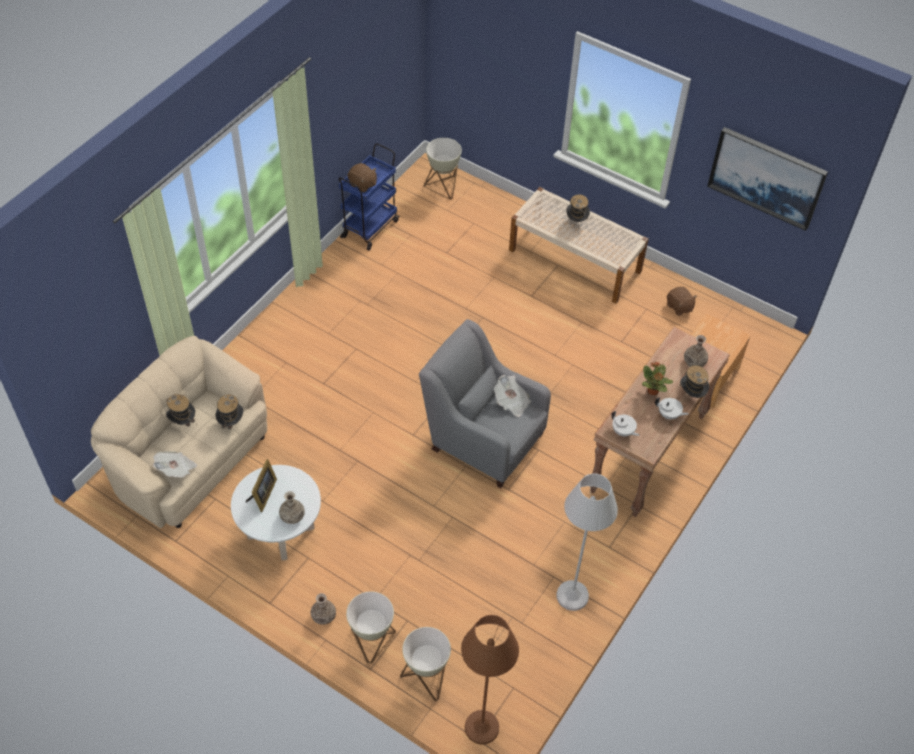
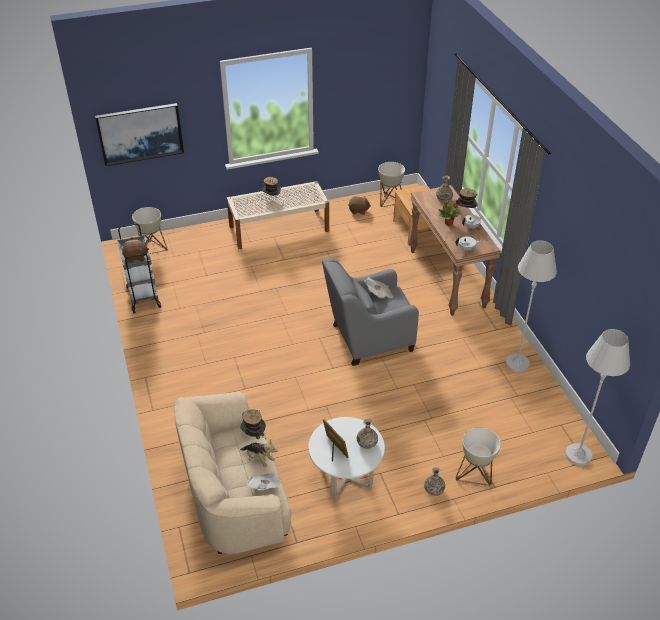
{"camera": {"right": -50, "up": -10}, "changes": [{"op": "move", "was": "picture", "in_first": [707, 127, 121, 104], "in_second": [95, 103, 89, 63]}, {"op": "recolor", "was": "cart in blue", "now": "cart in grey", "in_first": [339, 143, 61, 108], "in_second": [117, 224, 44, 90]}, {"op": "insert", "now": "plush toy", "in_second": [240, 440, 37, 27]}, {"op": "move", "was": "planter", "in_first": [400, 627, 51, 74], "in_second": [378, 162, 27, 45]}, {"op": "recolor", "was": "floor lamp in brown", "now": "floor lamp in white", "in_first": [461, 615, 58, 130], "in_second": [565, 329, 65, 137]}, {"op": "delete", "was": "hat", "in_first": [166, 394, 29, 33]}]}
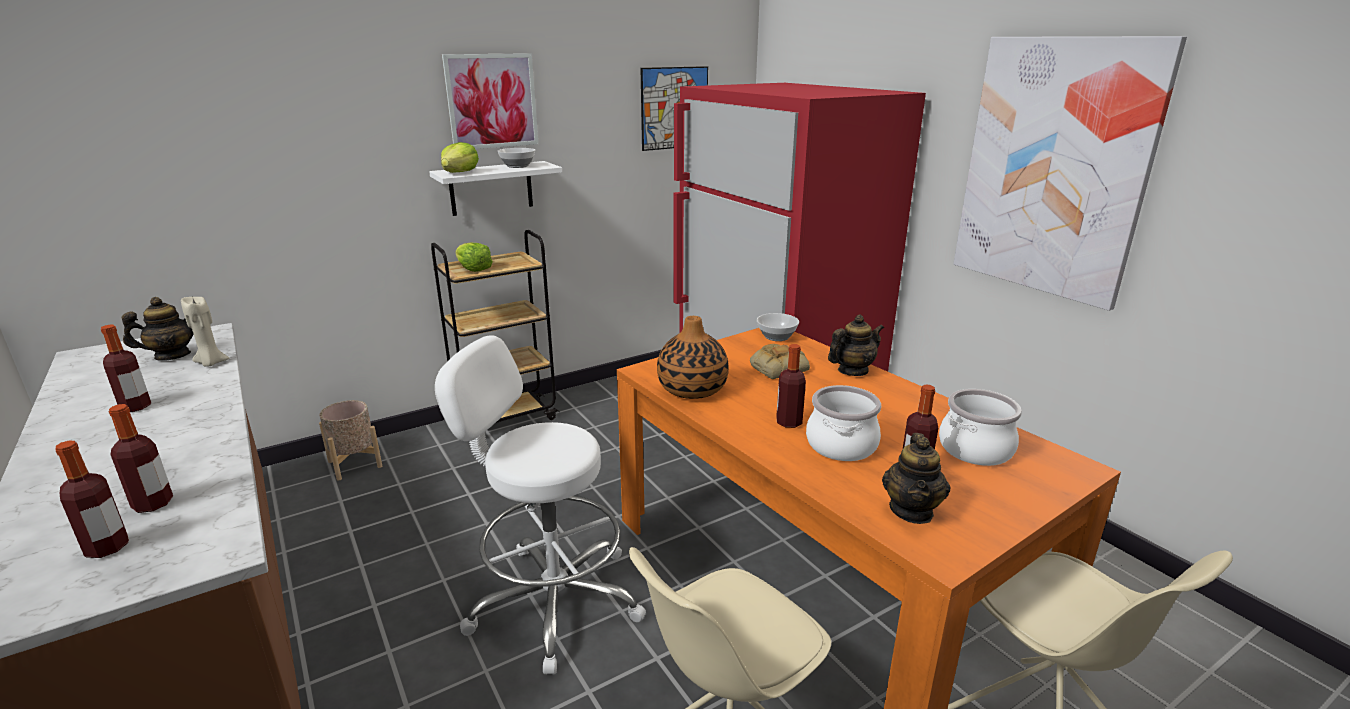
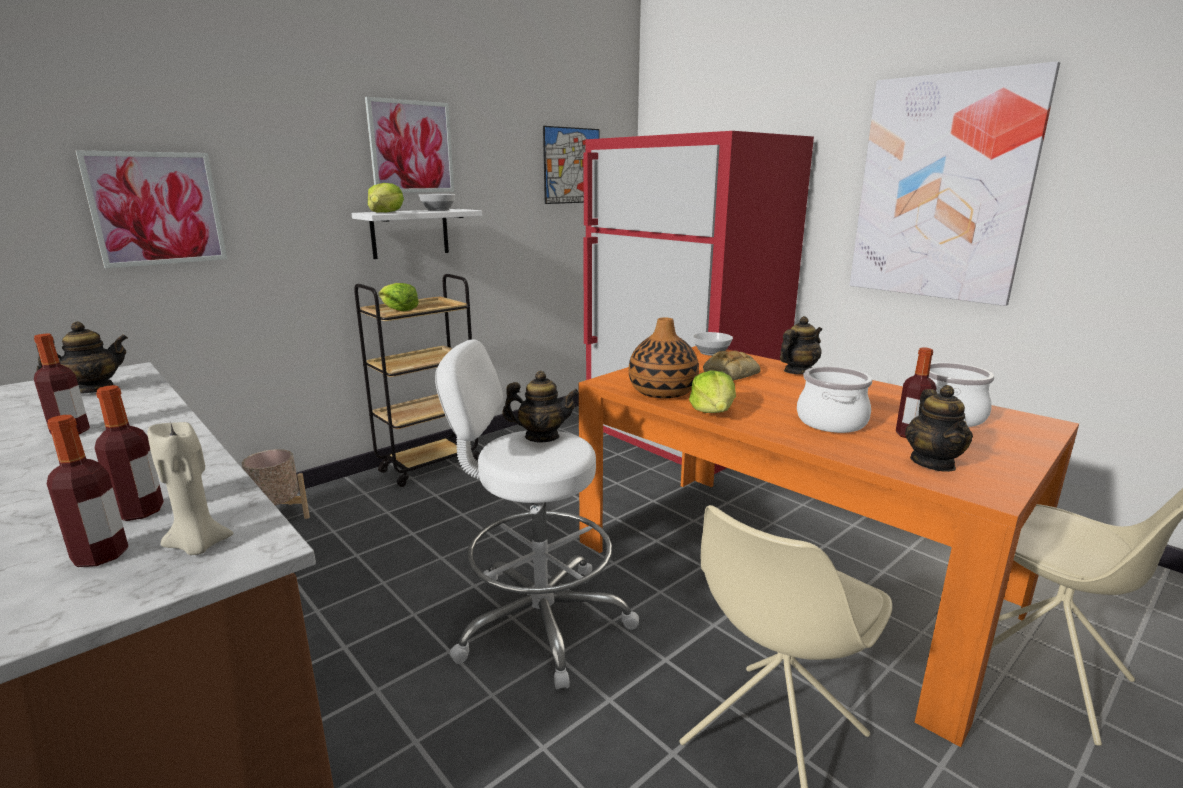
{"camera": {"right": -10, "up": -5}, "changes": [{"op": "insert", "now": "picture", "in_second": [76, 150, 151, 118]}, {"op": "move", "was": "candle in beige", "in_first": [181, 296, 49, 71], "in_second": [148, 422, 86, 133]}, {"op": "insert", "now": "teapot", "in_second": [502, 371, 77, 71]}, {"op": "insert", "now": "lettuce", "in_second": [689, 370, 47, 43]}, {"op": "delete", "was": "bottle", "in_first": [776, 344, 30, 84]}]}
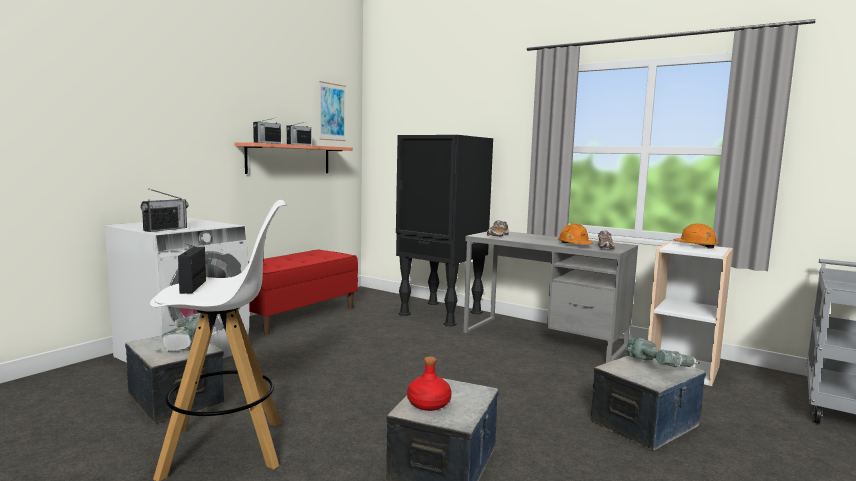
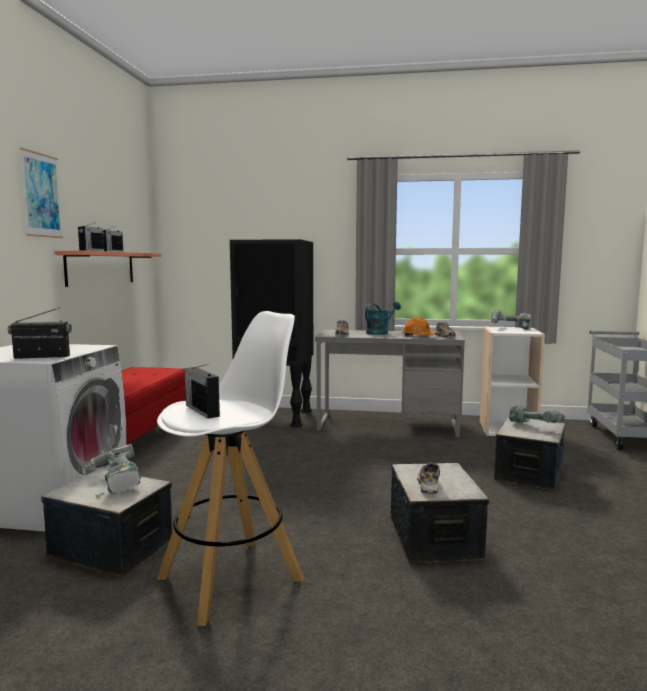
{"camera": {"right": -25, "up": 0}, "changes": [{"op": "rotate", "was": "radio", "in_first": [140, 188, 48, 44], "in_second": [8, 307, 64, 52], "clockwise": -105}, {"op": "move", "was": "picture", "in_first": [319, 81, 27, 60], "in_second": [20, 148, 43, 90]}, {"op": "insert", "now": "watering can in turquoise", "in_second": [365, 301, 36, 34]}, {"op": "replace", "was": "bottle in red", "now": "shoe", "in_first": [407, 356, 45, 55], "in_second": [417, 462, 23, 33]}, {"op": "replace", "was": "hard hat in orange", "now": "power drill", "in_first": [674, 223, 45, 26], "in_second": [491, 310, 40, 20]}]}
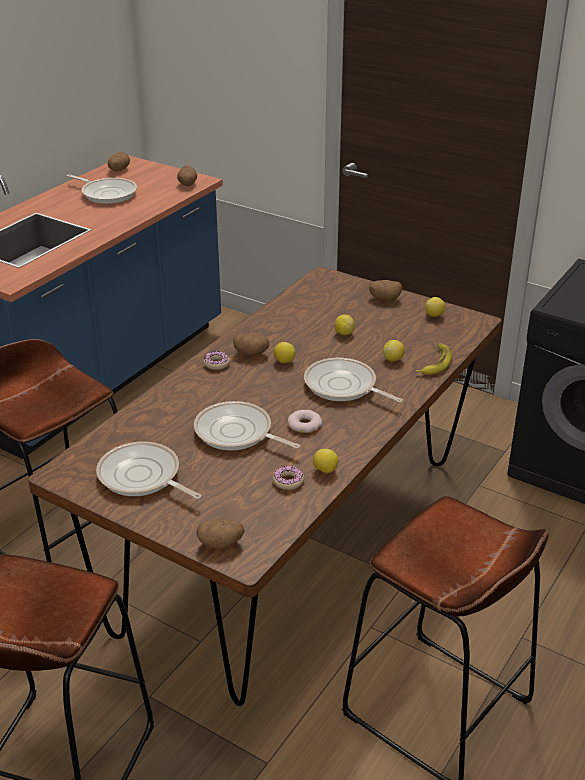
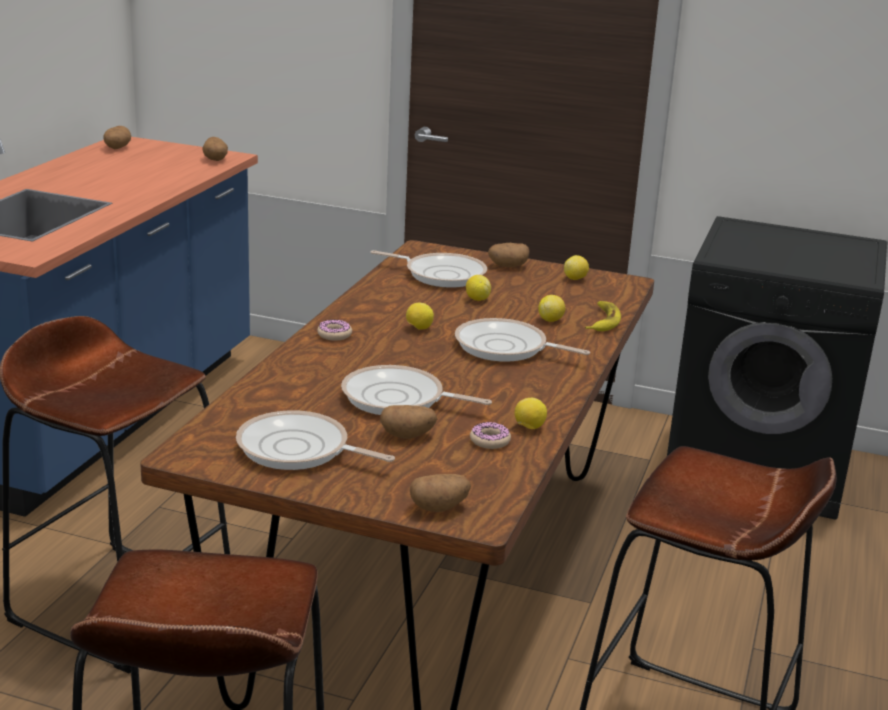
{"camera": {"right": -15, "up": -10}, "changes": [{"op": "move", "was": "frying pan", "in_first": [67, 174, 70, 30], "in_second": [371, 250, 116, 38]}, {"op": "move", "was": "potato", "in_first": [233, 334, 36, 22], "in_second": [380, 405, 57, 34]}, {"op": "delete", "was": "donut", "in_first": [287, 410, 35, 23]}]}
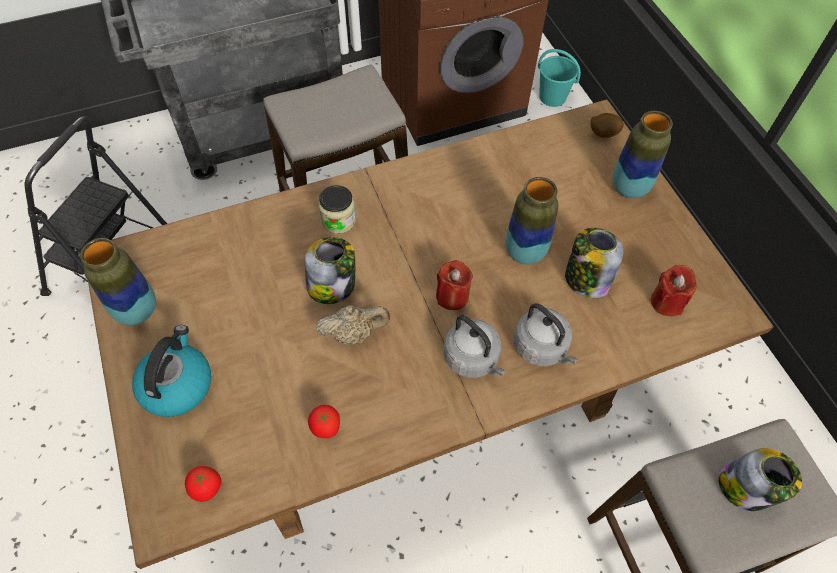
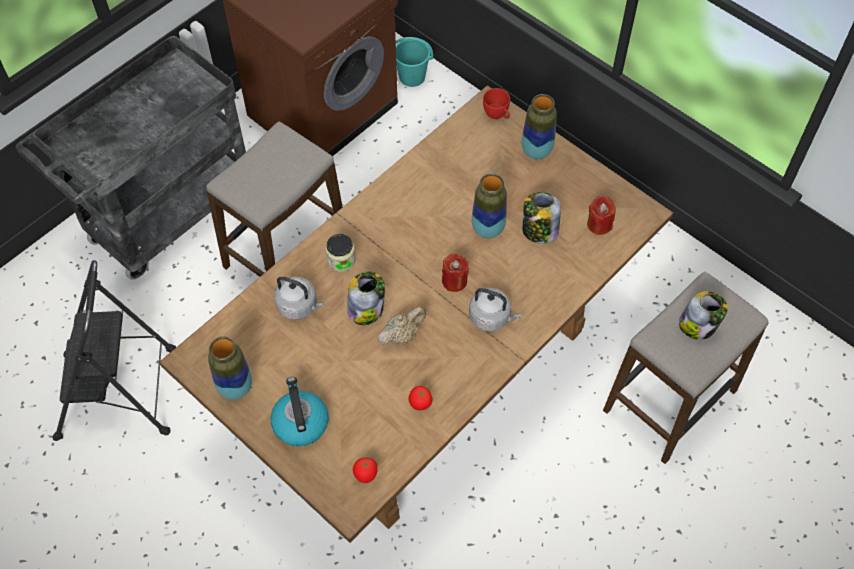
{"camera": {"right": -25, "up": 0}, "changes": [{"op": "move", "was": "kettle in grey", "in_first": [514, 303, 64, 63], "in_second": [274, 276, 49, 44]}, {"op": "replace", "was": "potato", "now": "cup in red", "in_first": [590, 113, 34, 25], "in_second": [483, 88, 27, 31]}]}
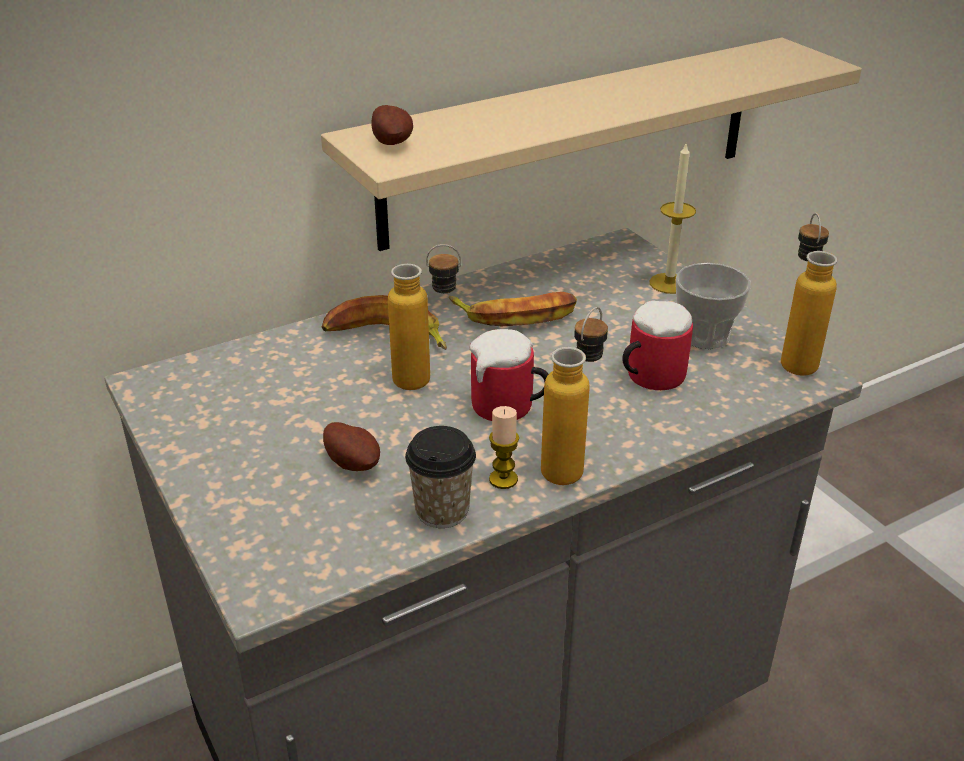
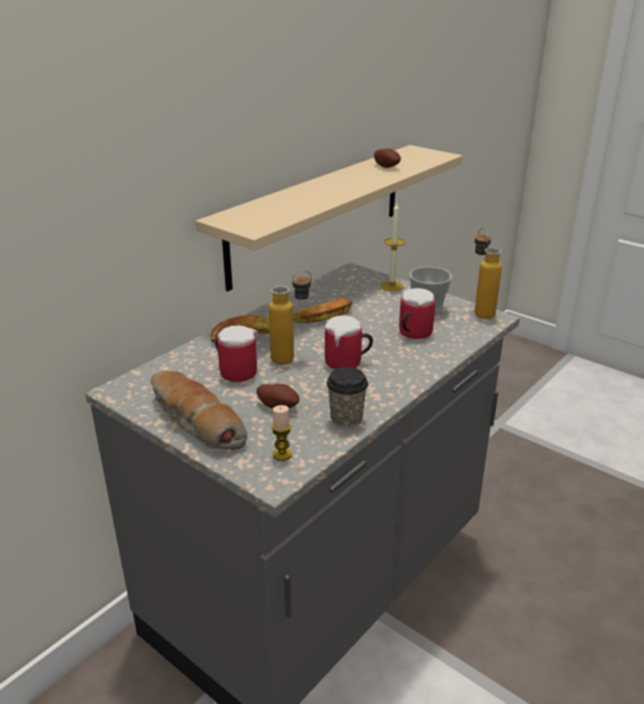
{"camera": {"right": -20, "up": -5}, "changes": [{"op": "insert", "now": "bread", "in_second": [151, 371, 96, 79]}, {"op": "insert", "now": "mug", "in_second": [215, 325, 44, 57]}, {"op": "move", "was": "candle", "in_first": [489, 406, 30, 83], "in_second": [271, 405, 21, 56]}, {"op": "move", "was": "potato", "in_first": [371, 105, 42, 40], "in_second": [374, 148, 27, 20]}, {"op": "delete", "was": "bottle", "in_first": [541, 307, 67, 178]}]}
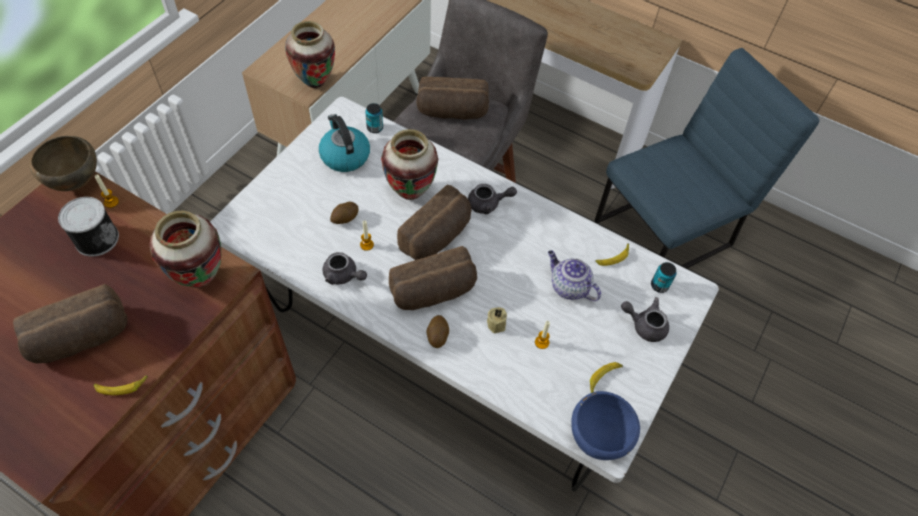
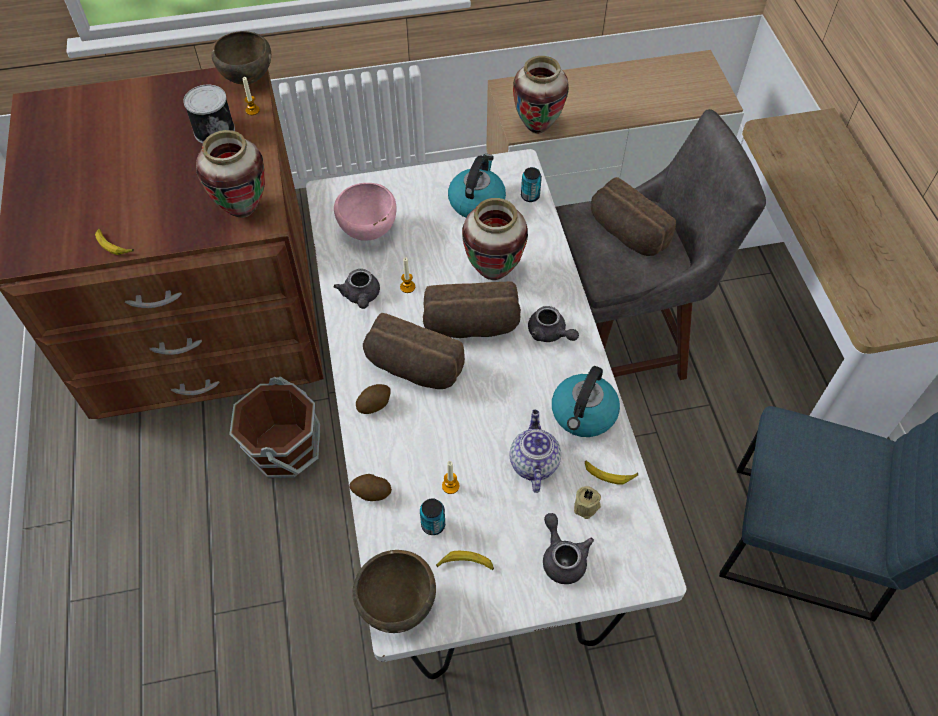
{"camera": {"right": 50, "up": 0}, "changes": [{"op": "insert", "now": "bucket in brown", "in_second": [229, 376, 92, 102]}, {"op": "insert", "now": "bowl in pink", "in_second": [334, 183, 63, 58]}, {"op": "move", "was": "potato", "in_first": [330, 202, 29, 22], "in_second": [349, 474, 43, 27]}, {"op": "recolor", "was": "bowl in blue", "now": "bowl in brown", "in_first": [571, 391, 69, 69], "in_second": [352, 550, 84, 83]}, {"op": "move", "was": "can", "in_first": [651, 262, 25, 31], "in_second": [420, 498, 25, 37]}, {"op": "insert", "now": "kettle", "in_second": [552, 366, 68, 71]}, {"op": "move", "was": "candle in beige", "in_first": [487, 307, 20, 26], "in_second": [574, 486, 27, 33]}, {"op": "delete", "was": "bread", "in_first": [13, 284, 115, 79]}]}
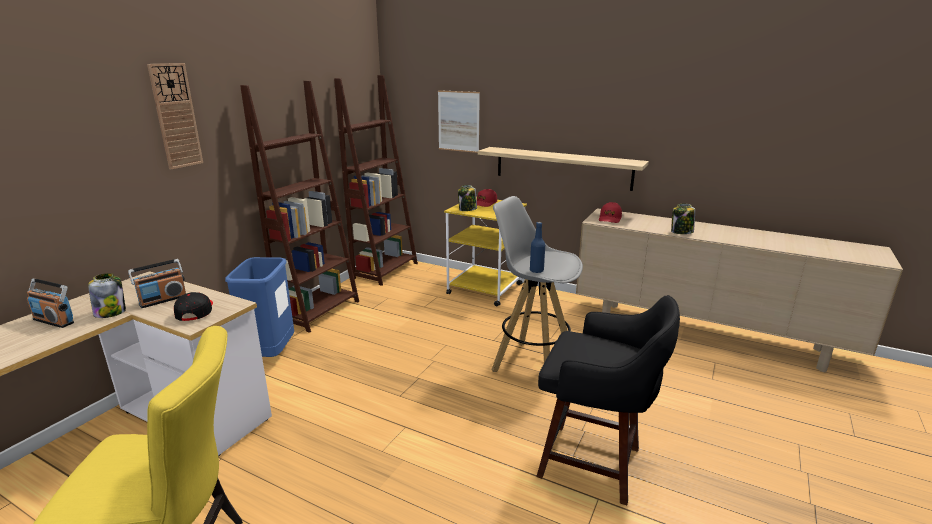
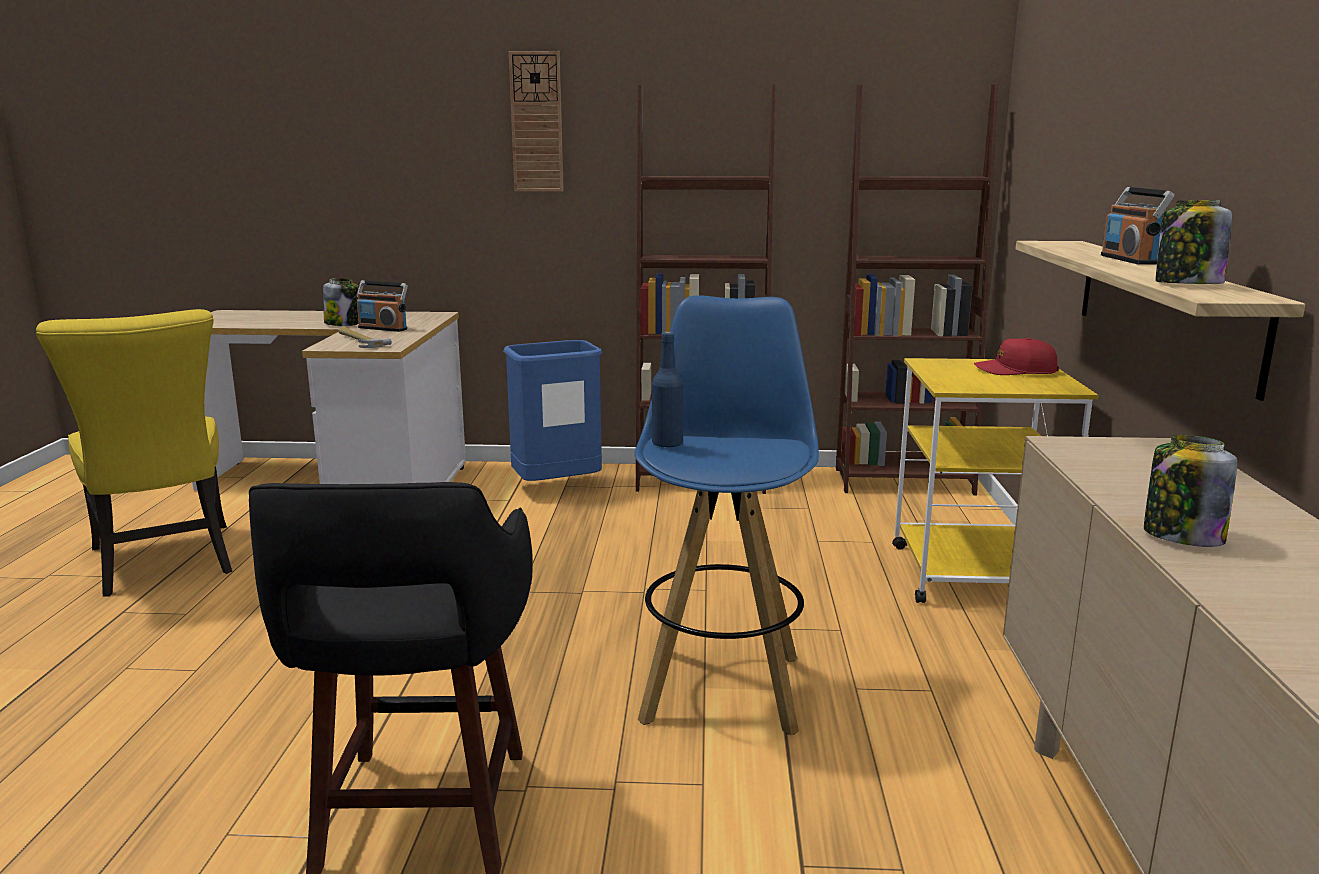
{"camera": {"right": 65, "up": -5}, "changes": [{"op": "replace", "was": "cap in black", "now": "hammer", "in_first": [174, 292, 39, 29], "in_second": [338, 327, 54, 21]}, {"op": "recolor", "was": "stool in grey", "now": "stool in blue", "in_first": [491, 196, 92, 176], "in_second": [634, 295, 185, 440]}, {"op": "move", "was": "radio", "in_first": [27, 279, 47, 49], "in_second": [1101, 187, 74, 78]}, {"op": "move", "was": "jar", "in_first": [458, 185, 19, 26], "in_second": [1155, 200, 77, 84]}, {"op": "delete", "was": "picture", "in_first": [438, 90, 42, 63]}, {"op": "delete", "was": "cap in red", "in_first": [599, 202, 23, 21]}]}
